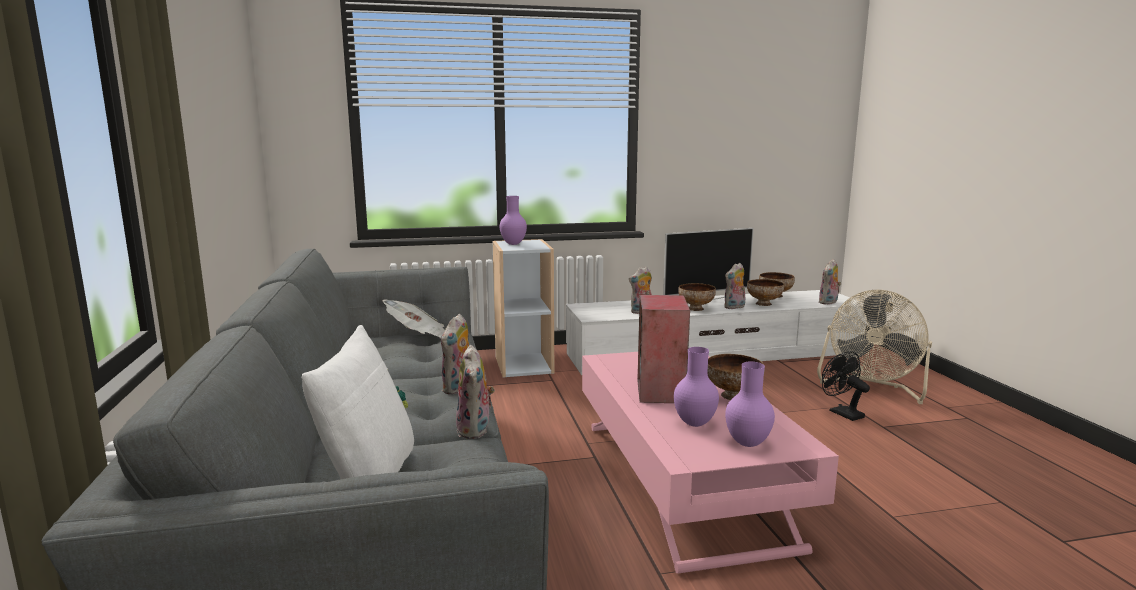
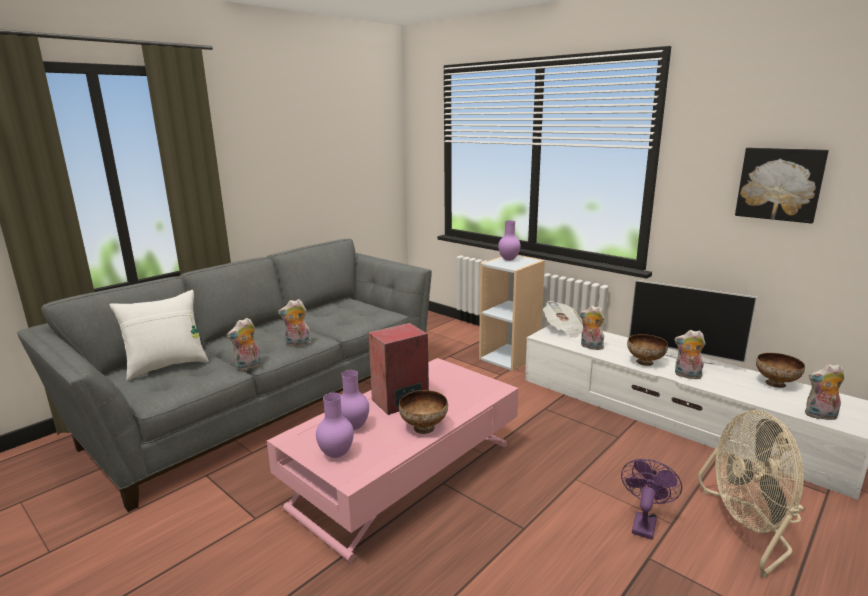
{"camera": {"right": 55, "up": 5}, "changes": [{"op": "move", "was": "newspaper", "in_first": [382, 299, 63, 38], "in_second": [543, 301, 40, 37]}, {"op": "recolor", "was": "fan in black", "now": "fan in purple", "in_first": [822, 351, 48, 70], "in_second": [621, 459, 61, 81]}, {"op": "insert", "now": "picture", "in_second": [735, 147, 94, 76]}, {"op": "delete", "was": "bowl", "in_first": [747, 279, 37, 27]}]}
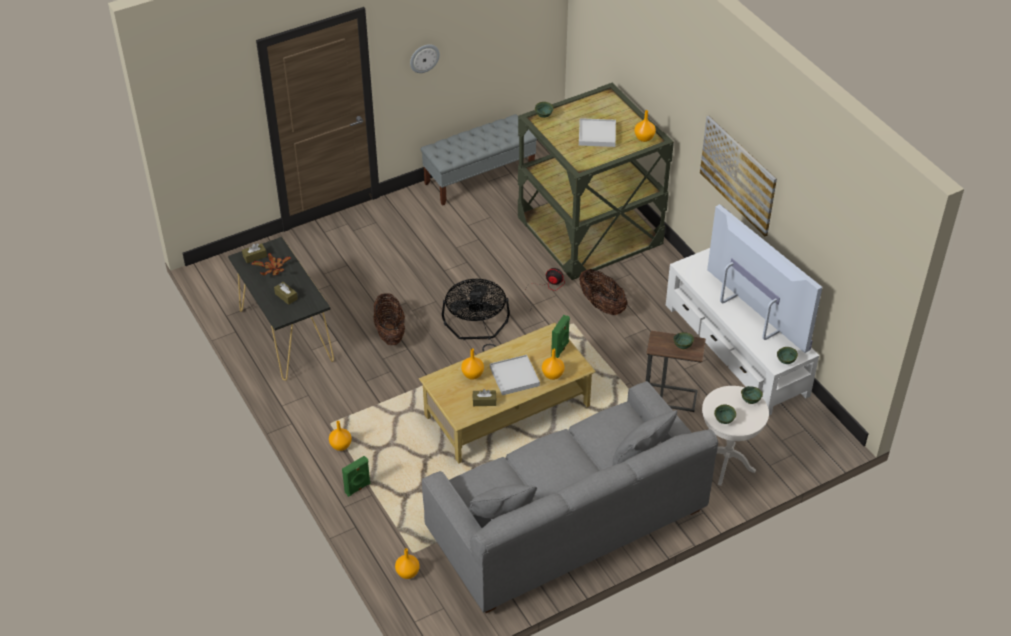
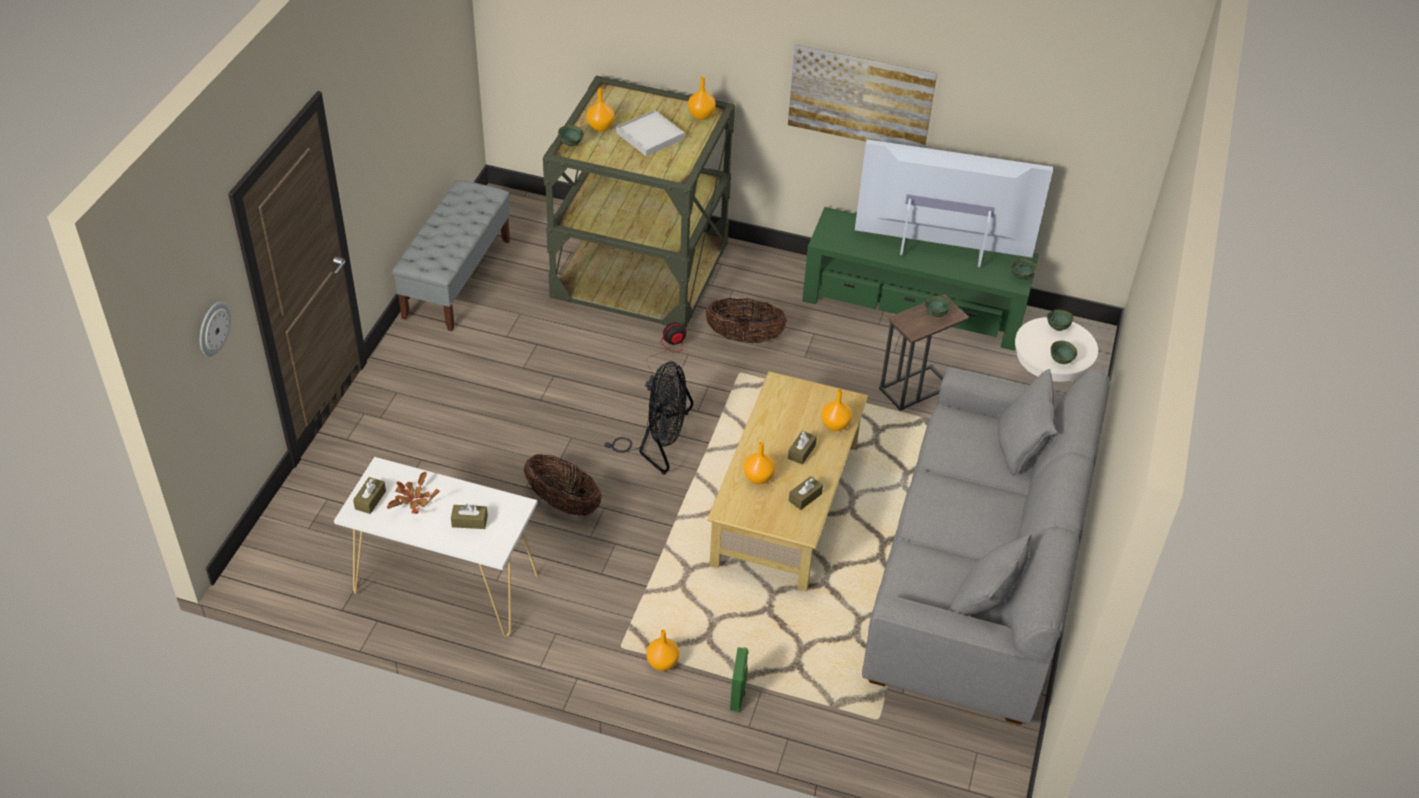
{"camera": {"right": -45, "up": 0}, "changes": [{"op": "move", "was": "wall clock", "in_first": [410, 44, 30, 29], "in_second": [200, 302, 31, 54]}, {"op": "recolor", "was": "console table in black", "now": "console table in white", "in_first": [228, 237, 106, 144], "in_second": [334, 457, 205, 180]}, {"op": "move", "was": "vase in orange", "in_first": [395, 548, 25, 31], "in_second": [586, 88, 29, 44]}, {"op": "rotate", "was": "fan in black", "in_first": [442, 279, 68, 73], "in_second": [605, 361, 88, 114], "clockwise": 150}, {"op": "replace", "was": "tray in white", "now": "tissue box in brown", "in_first": [490, 355, 50, 40], "in_second": [788, 431, 29, 34]}, {"op": "recolor", "was": "tv stand in white", "now": "tv stand in green", "in_first": [666, 248, 153, 167], "in_second": [802, 207, 237, 144]}, {"op": "delete", "was": "speaker in green", "in_first": [551, 315, 19, 43]}]}
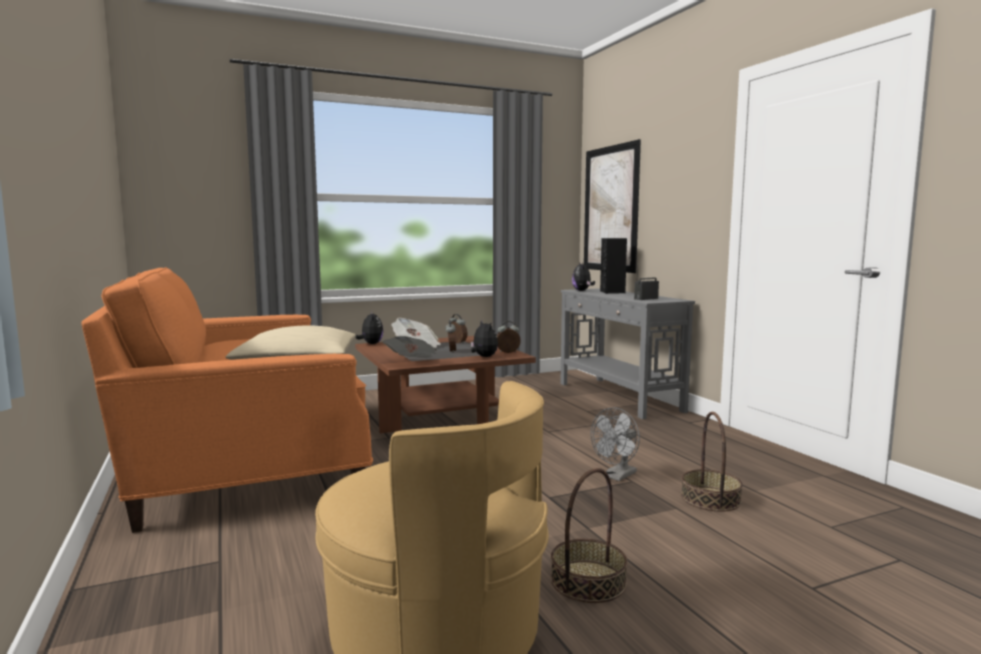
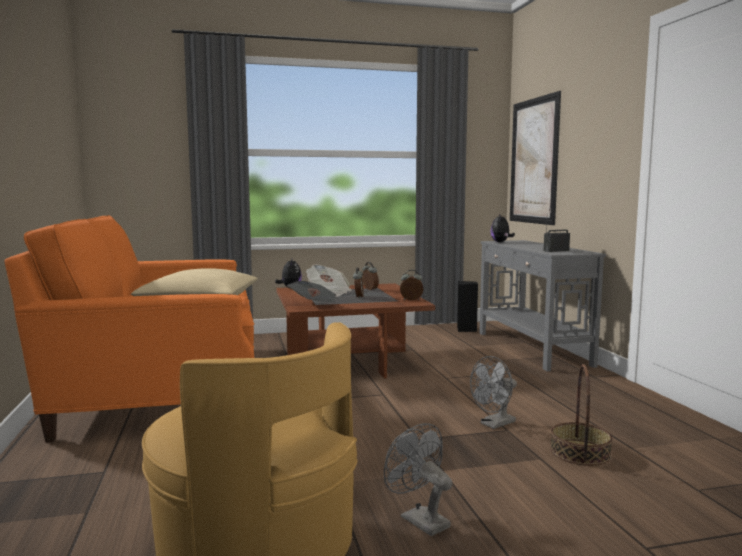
{"camera": {"right": 10, "up": 0}, "changes": [{"op": "replace", "was": "basket", "now": "fan in grey", "in_first": [551, 468, 76, 135], "in_second": [384, 423, 69, 113]}, {"op": "move", "was": "speaker in black", "in_first": [600, 238, 27, 56], "in_second": [457, 281, 21, 51]}, {"op": "delete", "was": "plush toy", "in_first": [470, 319, 28, 38]}]}
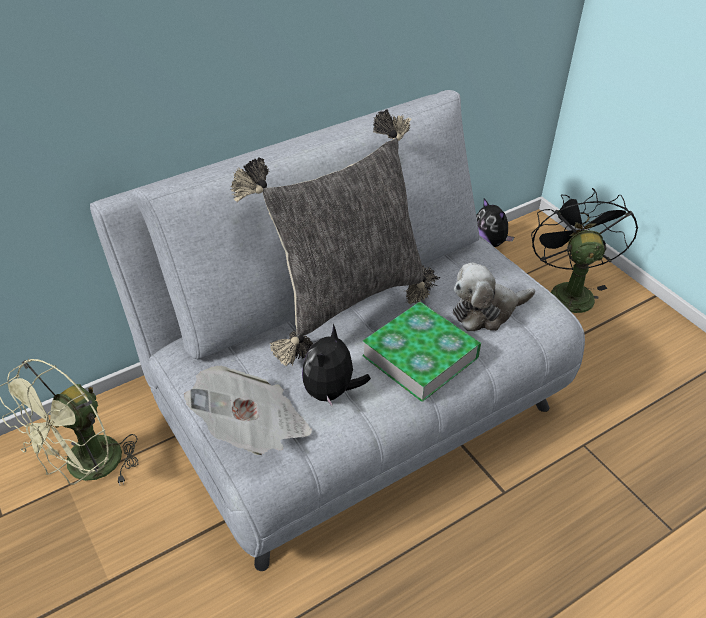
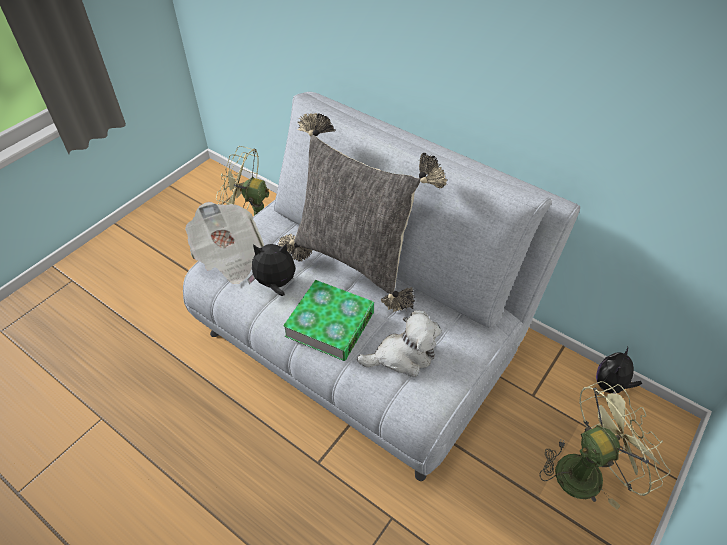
{"camera": {"right": 70, "up": 5}, "changes": [{"op": "rotate", "was": "plush toy", "in_first": [453, 263, 82, 68], "in_second": [357, 311, 85, 66], "clockwise": 120}, {"op": "recolor", "was": "fan in black", "now": "fan in green", "in_first": [531, 188, 107, 125], "in_second": [539, 381, 131, 129]}]}
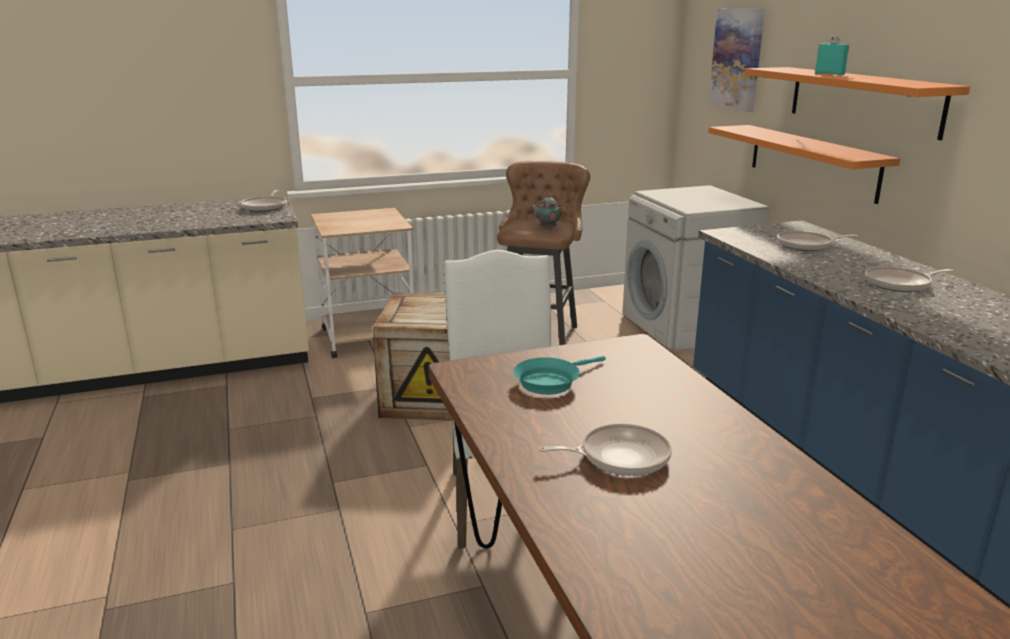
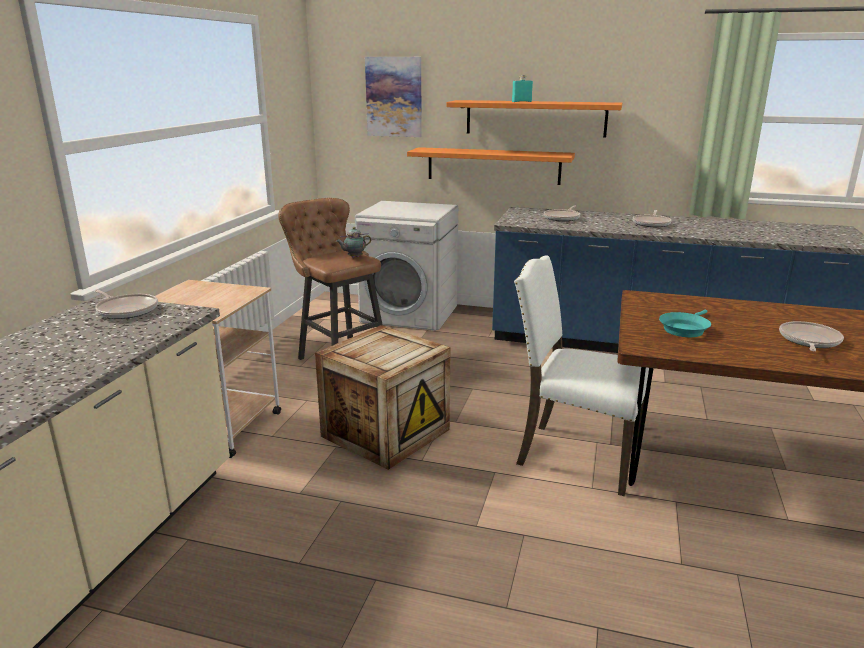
{"camera": {"right": -55, "up": 0}, "changes": [{"op": "rotate", "was": "frying pan in turquoise", "in_first": [513, 356, 93, 39], "in_second": [659, 310, 52, 27], "clockwise": 45}]}
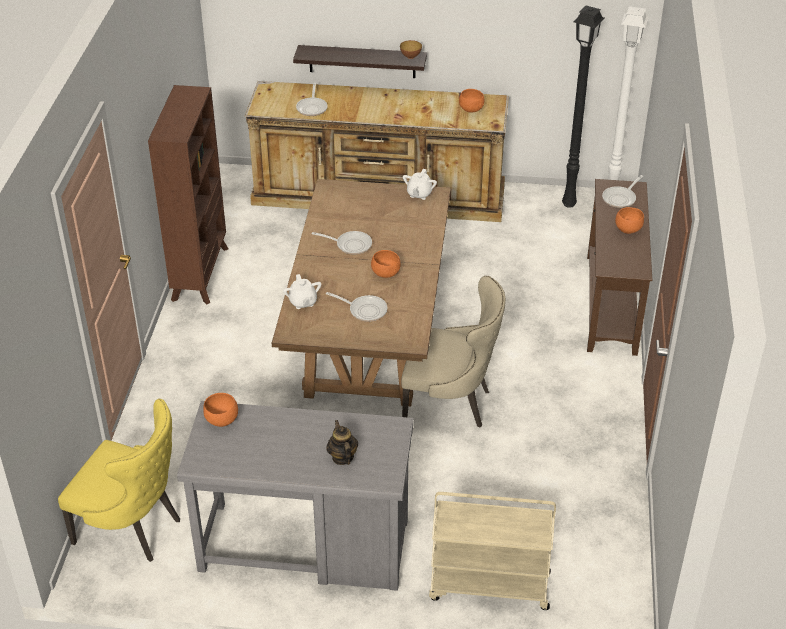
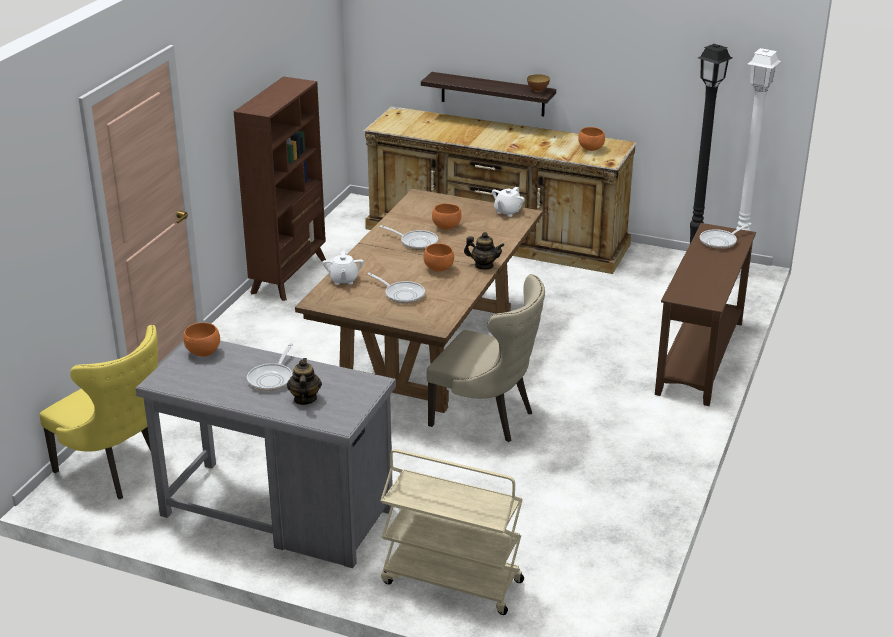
{"camera": {"right": 15, "up": -10}, "changes": [{"op": "move", "was": "frying pan", "in_first": [296, 83, 32, 33], "in_second": [247, 343, 46, 48]}, {"op": "move", "was": "bowl in orange", "in_first": [615, 207, 29, 27], "in_second": [432, 203, 29, 27]}, {"op": "insert", "now": "teapot", "in_second": [464, 232, 40, 38]}]}
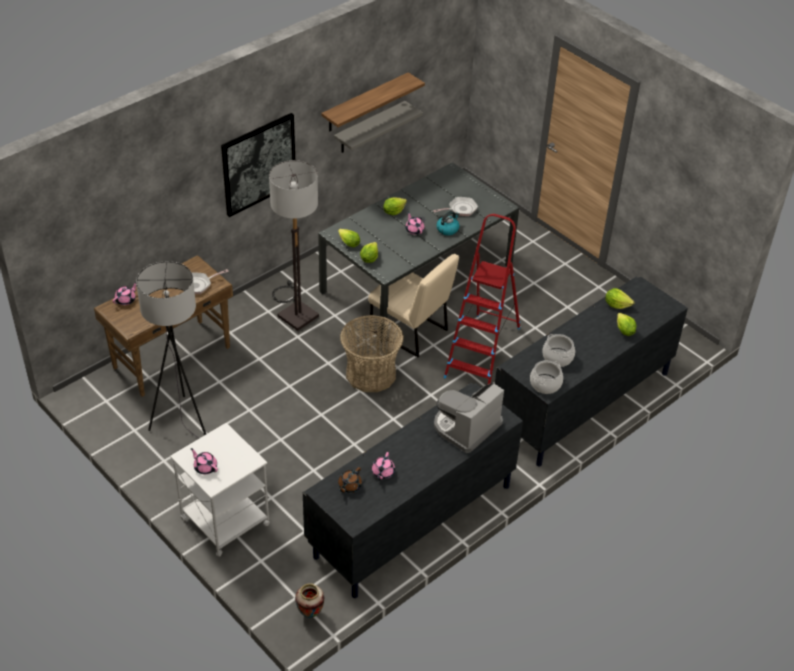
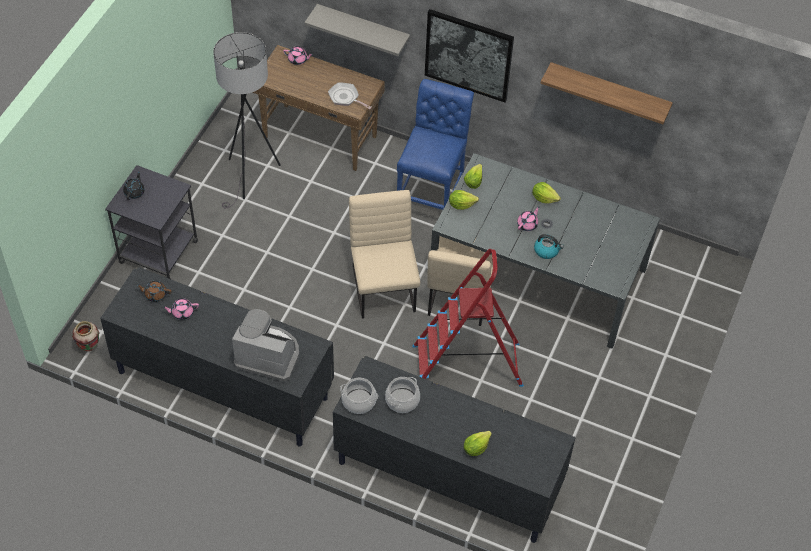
{"camera": {"right": 65, "up": 10}, "changes": [{"op": "recolor", "was": "cart in white", "now": "cart in black", "in_first": [170, 423, 100, 134], "in_second": [105, 165, 93, 114]}, {"op": "recolor", "was": "teapot in pink", "now": "teapot in black", "in_first": [191, 448, 27, 26], "in_second": [123, 171, 22, 29]}, {"op": "move", "was": "shelf in grey", "in_first": [334, 101, 89, 52], "in_second": [305, 4, 105, 52]}, {"op": "replace", "was": "basket", "now": "chair in beige", "in_first": [340, 315, 64, 77], "in_second": [349, 190, 71, 129]}, {"op": "replace", "was": "floor lamp", "now": "stool in blue", "in_first": [269, 160, 50, 171], "in_second": [397, 79, 77, 131]}, {"op": "delete", "was": "frying pan", "in_first": [433, 197, 45, 19]}, {"op": "delete", "was": "lettuce", "in_first": [605, 288, 29, 21]}]}
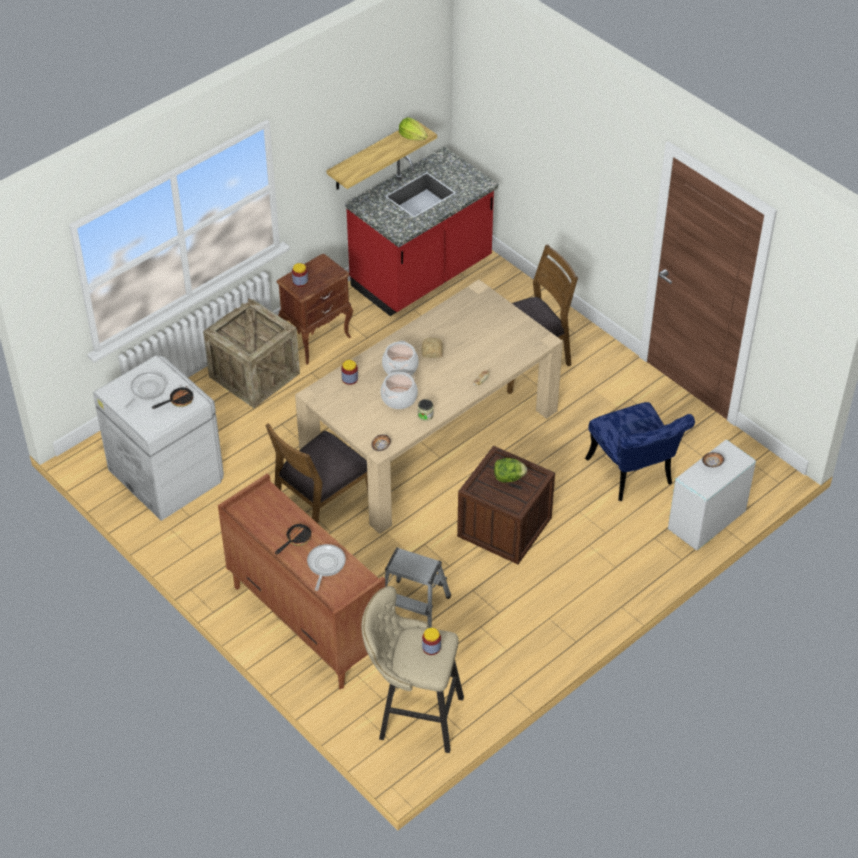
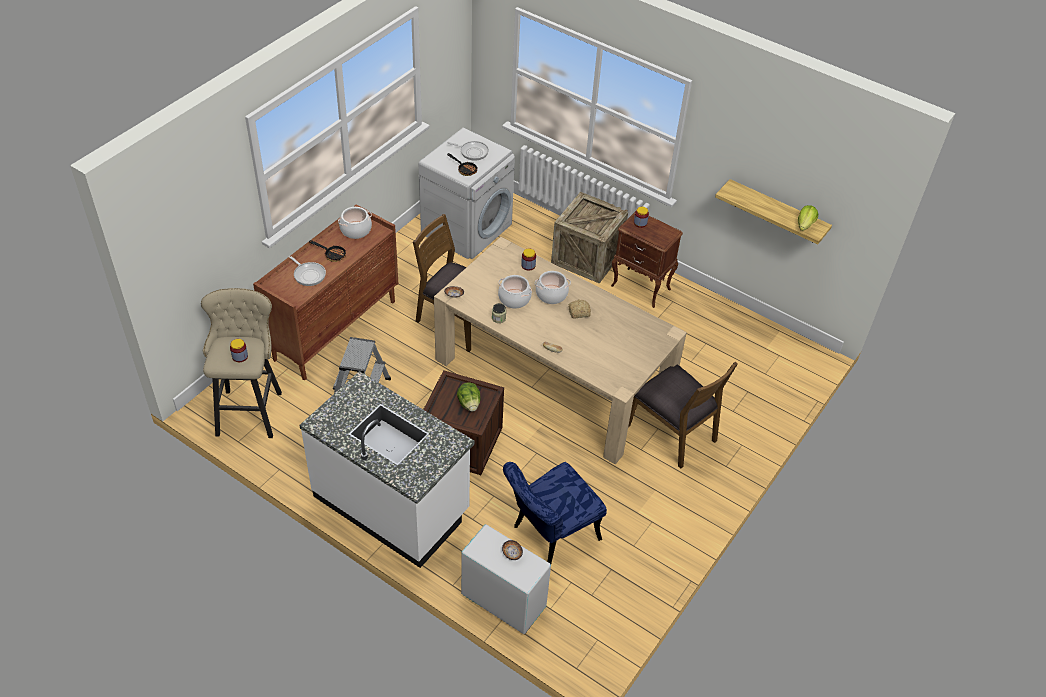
{"camera": {"right": 75, "up": 0}, "changes": [{"op": "rotate", "was": "frying pan", "in_first": [307, 544, 39, 47], "in_second": [288, 255, 38, 31], "clockwise": 45}, {"op": "insert", "now": "counter in white", "in_second": [300, 371, 174, 197]}, {"op": "insert", "now": "cooking pot", "in_second": [338, 207, 34, 32]}, {"op": "delete", "was": "counter in red", "in_first": [345, 147, 153, 169]}]}
